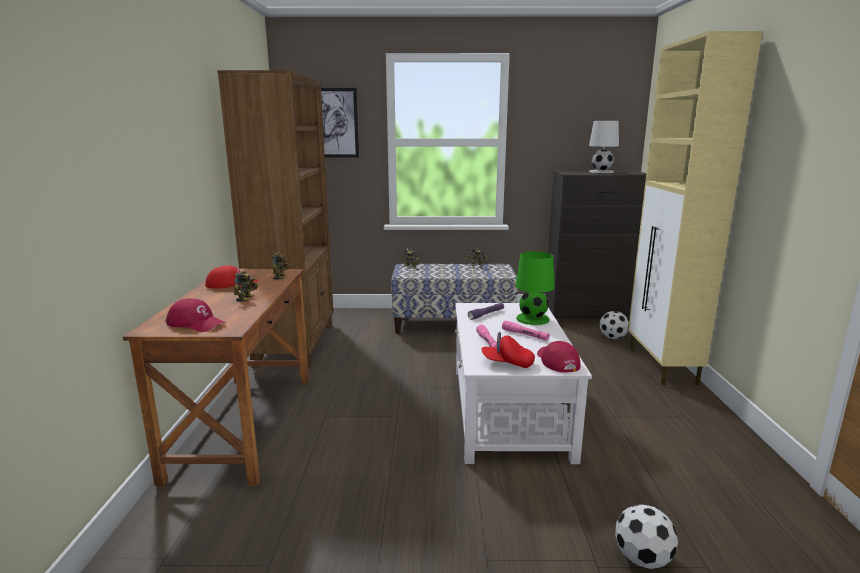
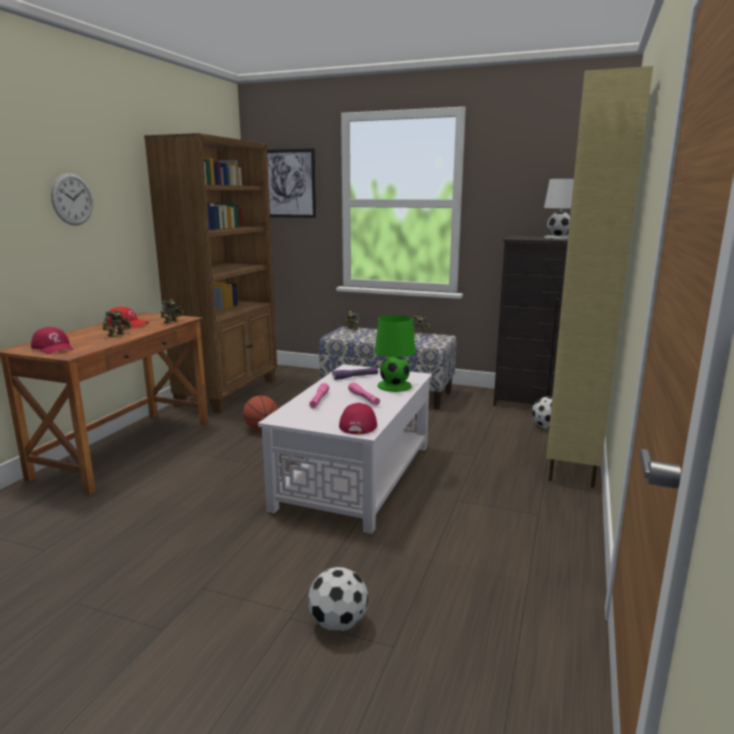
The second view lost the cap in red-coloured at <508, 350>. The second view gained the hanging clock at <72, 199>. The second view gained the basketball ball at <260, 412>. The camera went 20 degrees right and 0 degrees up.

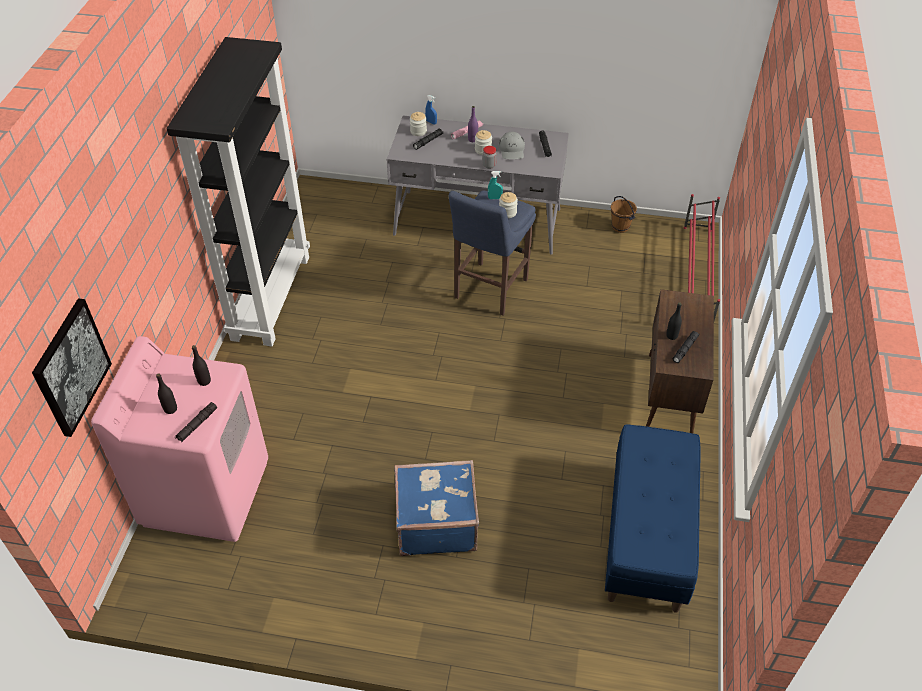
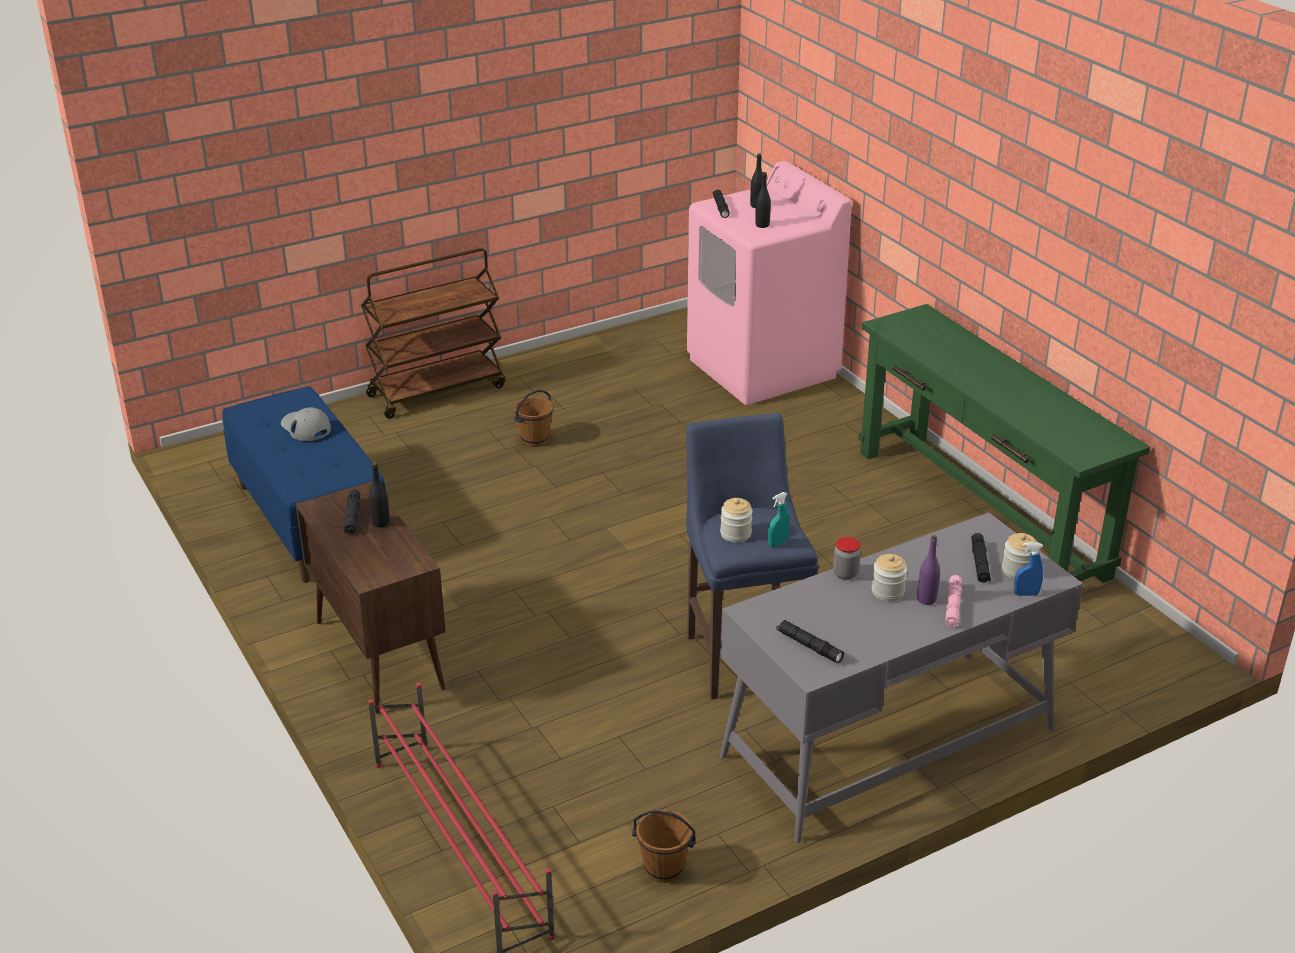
The second view lost the picture at <72, 367>. Where the shelving unit in black stood at <238, 191>, the hall table in greenish came to stand at <1004, 443>. Where the piece of luggage in blue-coloured stood at <436, 508>, the pail in brownish came to stand at <534, 418>. The cap in gray ended up elsewhere, having gone from <512, 145> to <306, 424>. The second view gained the trolley in brownish at <433, 333>. The camera went 140 degrees right and 15 degrees down.

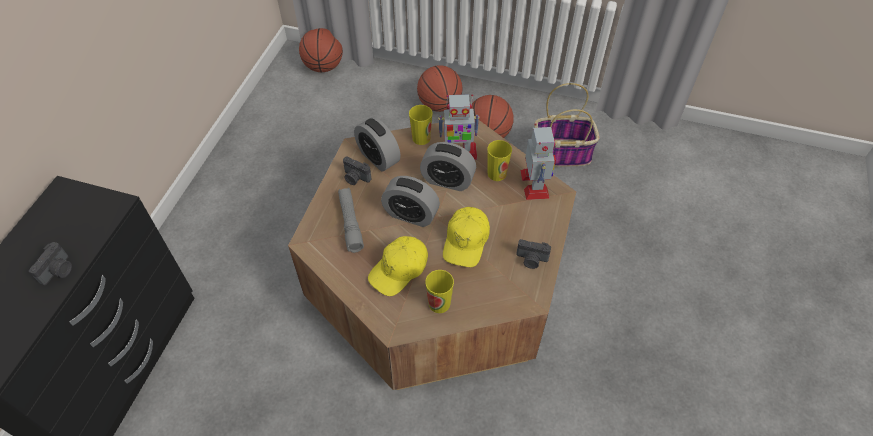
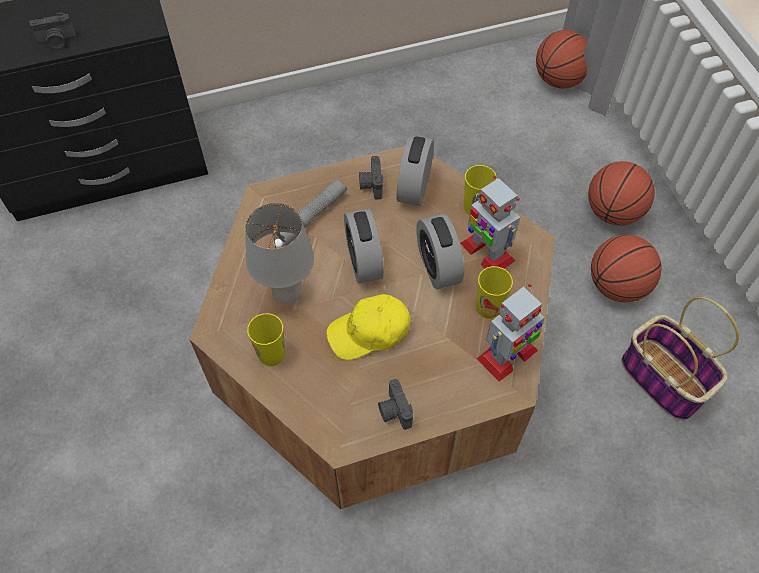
Where the cap in yellow stood at <398, 266>, the tabletop lamp in gray came to stand at <279, 253>. The camera went 55 degrees right and 5 degrees up.

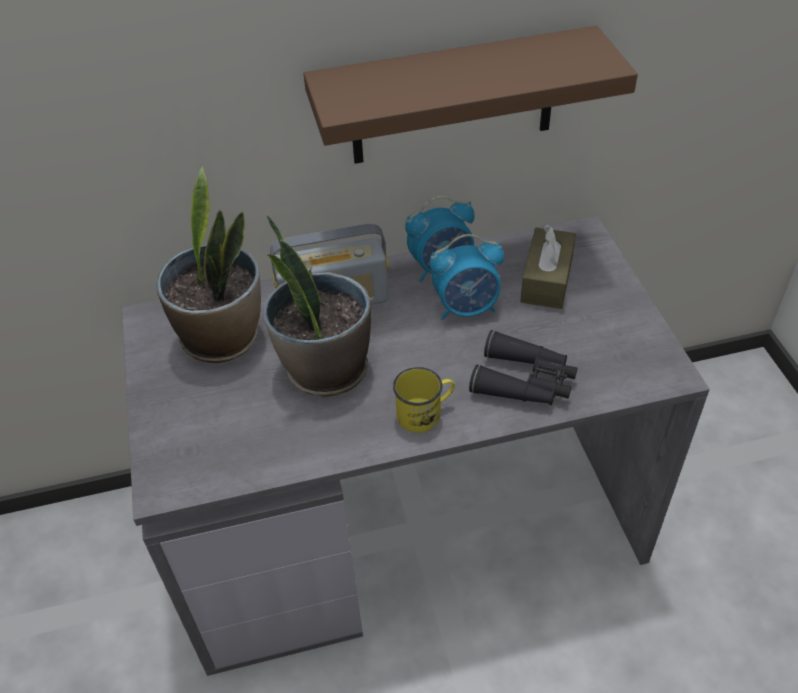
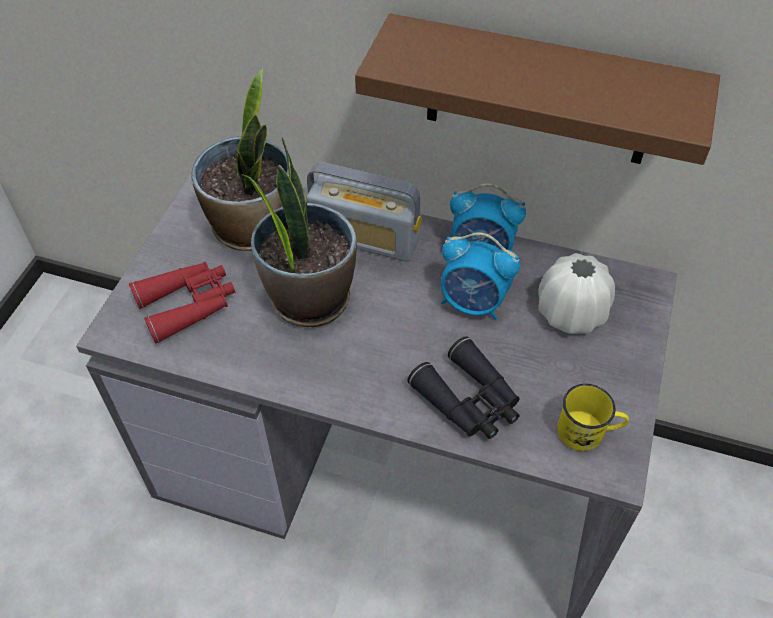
The mug in yellow ended up elsewhere, having gone from <424, 400> to <593, 417>. Where the box of tissues in brownish stood at <548, 267>, the flower vase in whitish came to stand at <576, 293>. The second view gained the binoculars in red-coloured at <182, 303>. The camera went 30 degrees right and 5 degrees up.

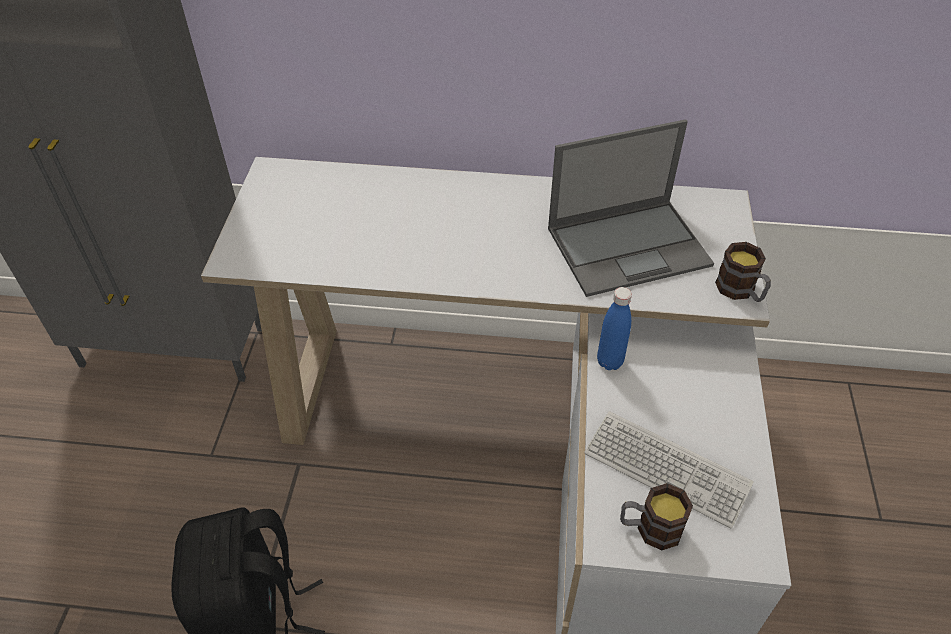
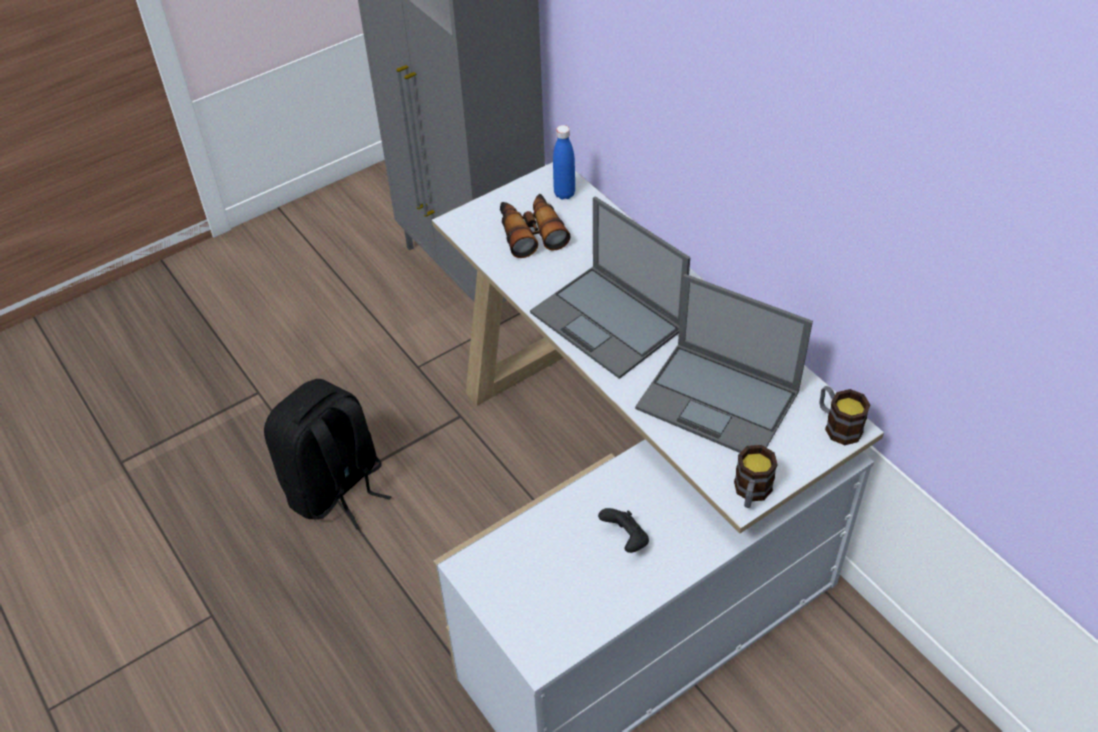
The second view lost the computer keyboard at <669, 469>. The drink bottle in blue-coloured ended up elsewhere, having gone from <614, 328> to <564, 162>. The mug ended up elsewhere, having gone from <656, 516> to <845, 415>. The second view gained the binoculars at <535, 226>. The second view gained the portable computer at <610, 287>. The second view gained the joypad in black at <623, 530>. The camera went 50 degrees right and 0 degrees up.

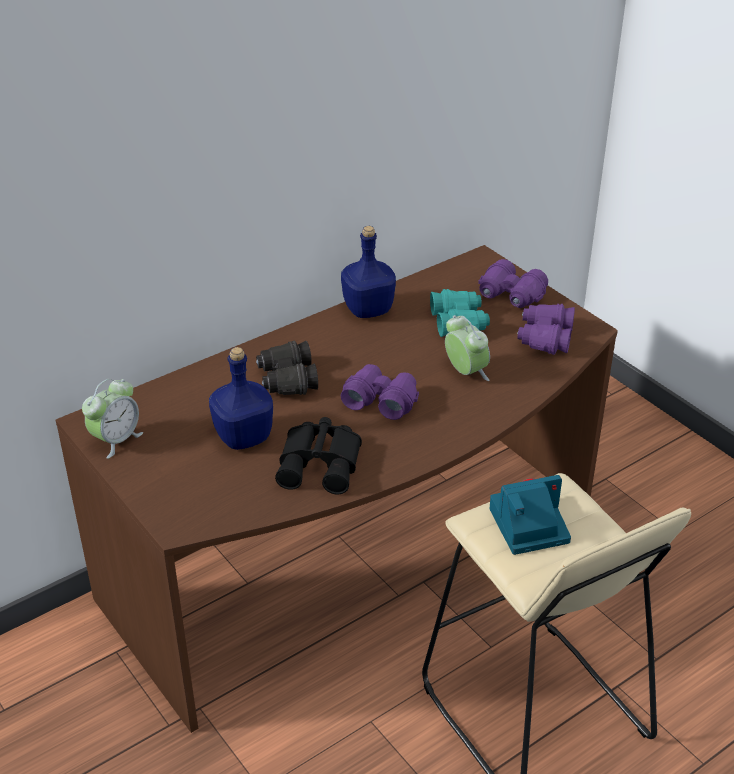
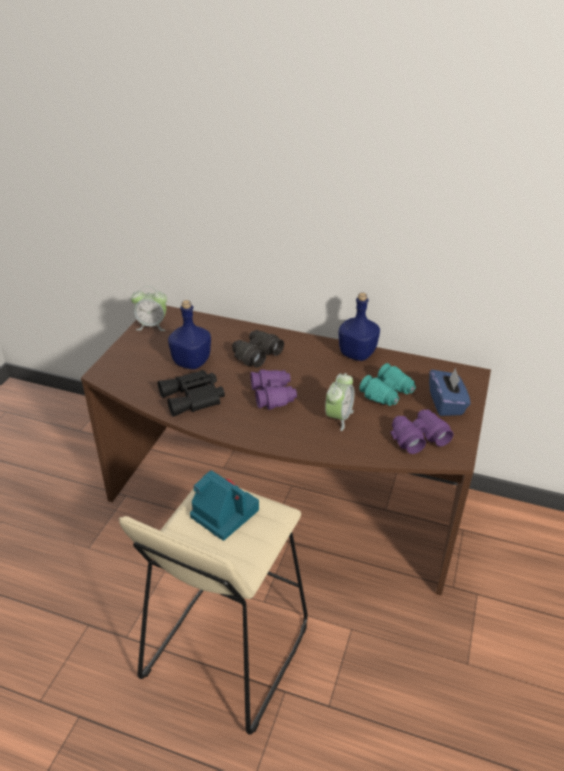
Where the binoculars in purplish stood at <513, 283>, the box of tissues in blue-coloured came to stand at <450, 392>. The camera went 55 degrees right and 0 degrees up.

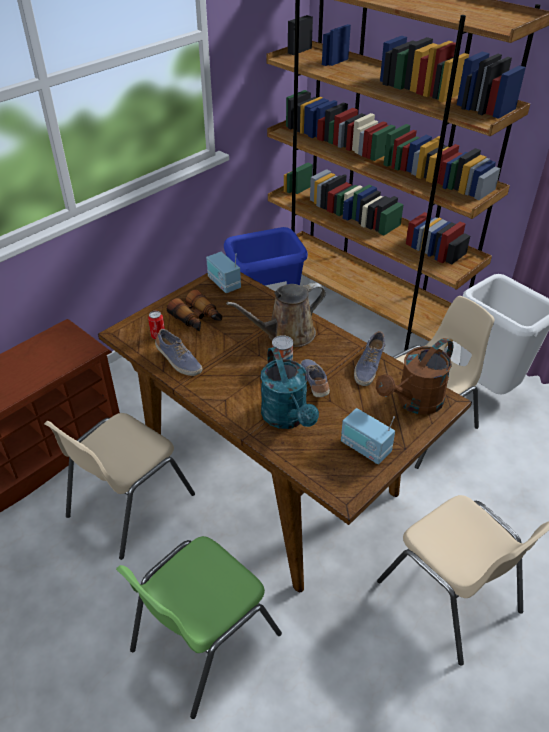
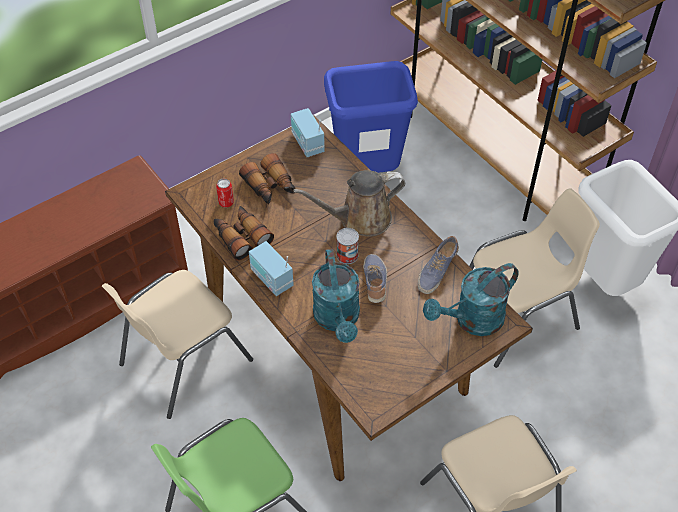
Where the item of footwear stood at <178, 352>, the binoculars came to stand at <244, 233>. The radio set ended up elsewhere, having gone from <368, 436> to <271, 268>. What was the watering can in brownish at <415, 376> turned into the watering can in turquoise-coloured at <471, 299>. The camera went 10 degrees right and 10 degrees up.

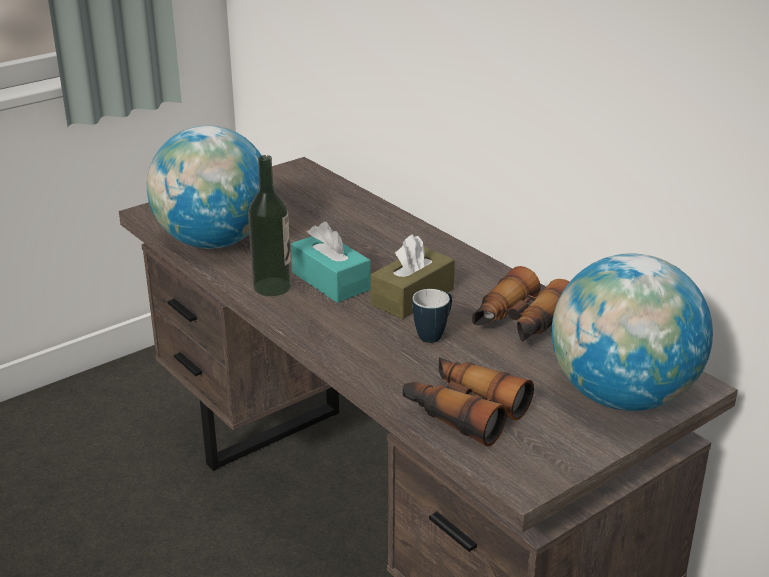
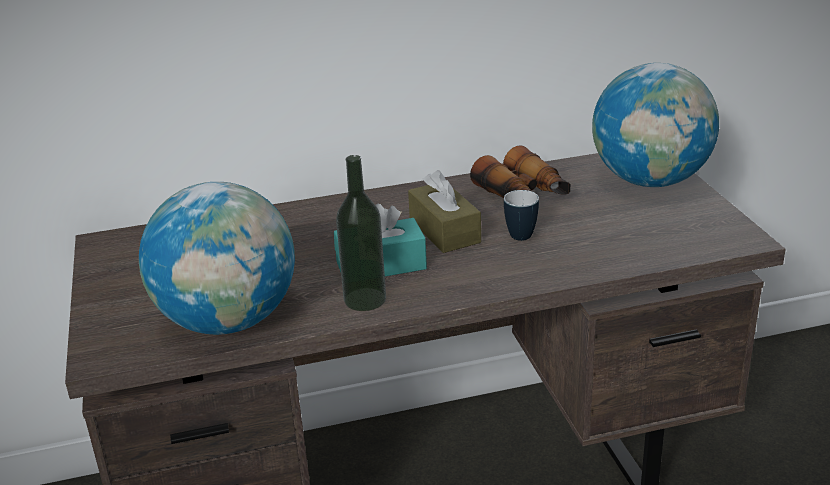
The second view lost the binoculars at <468, 402>. The camera went 65 degrees left and 0 degrees up.

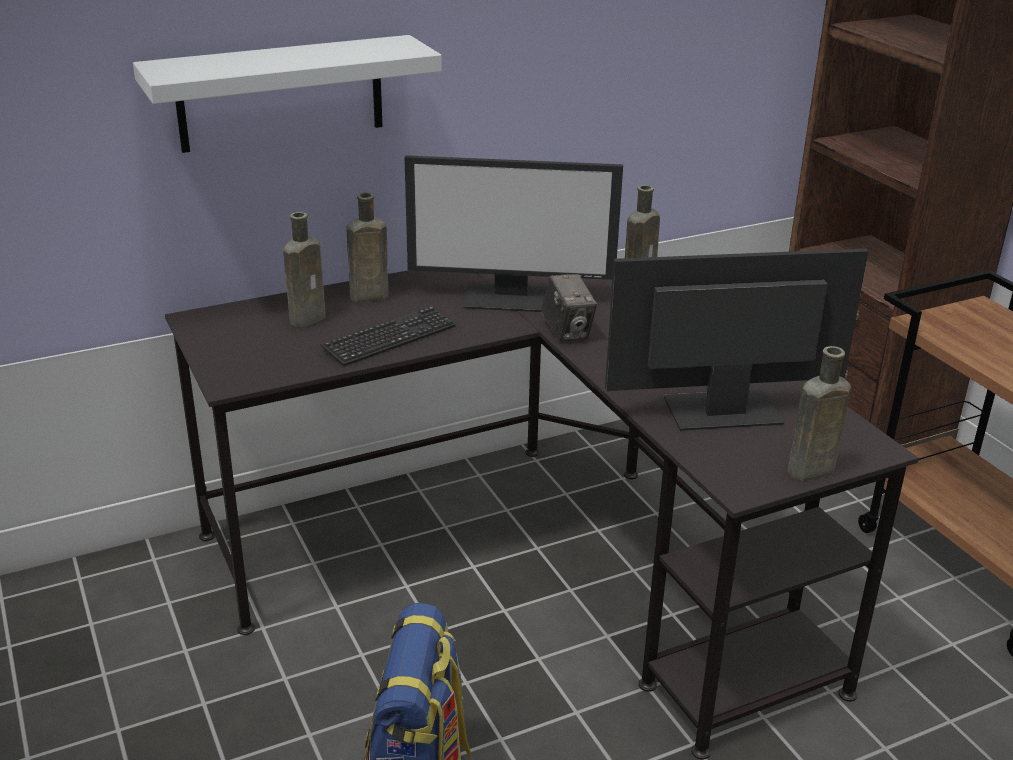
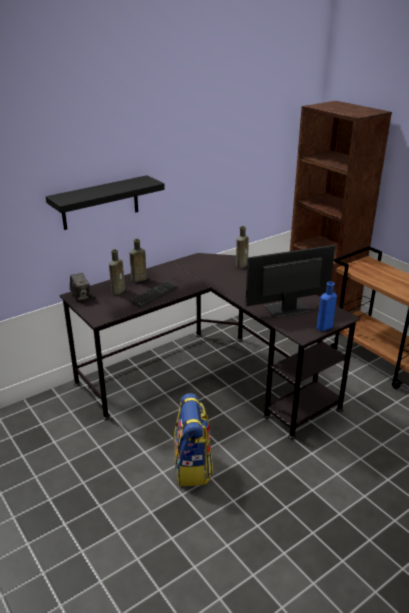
What was the wall shelf in whitish at <287, 94> turned into the wall shelf in black at <105, 202>. The second view lost the computer screen at <513, 233>. The photo camera ended up elsewhere, having gone from <569, 308> to <80, 287>. What was the drink bottle in brownish at <819, 413> turned into the drink bottle in blue-coloured at <327, 306>. The camera went 10 degrees left and 0 degrees up.

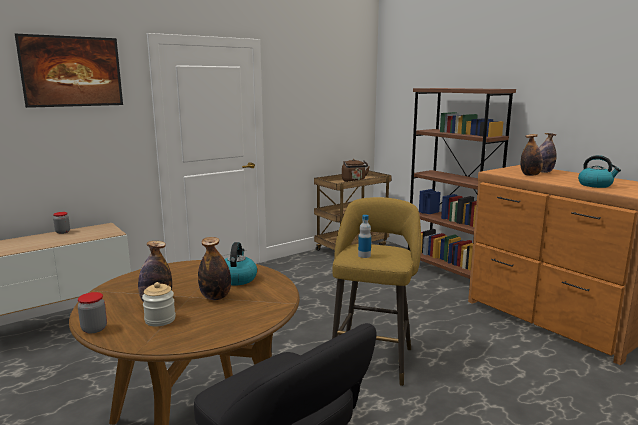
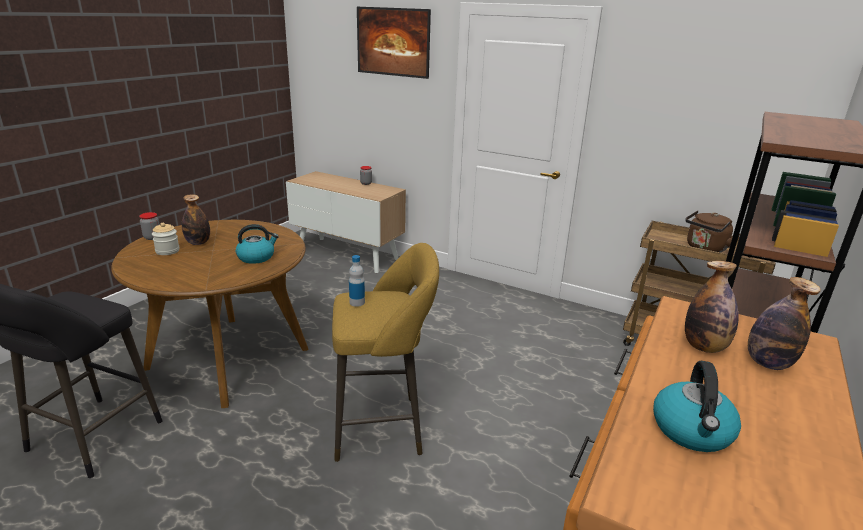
The second view lost the drink bottle at <214, 268>. The camera went 65 degrees right and 10 degrees up.

